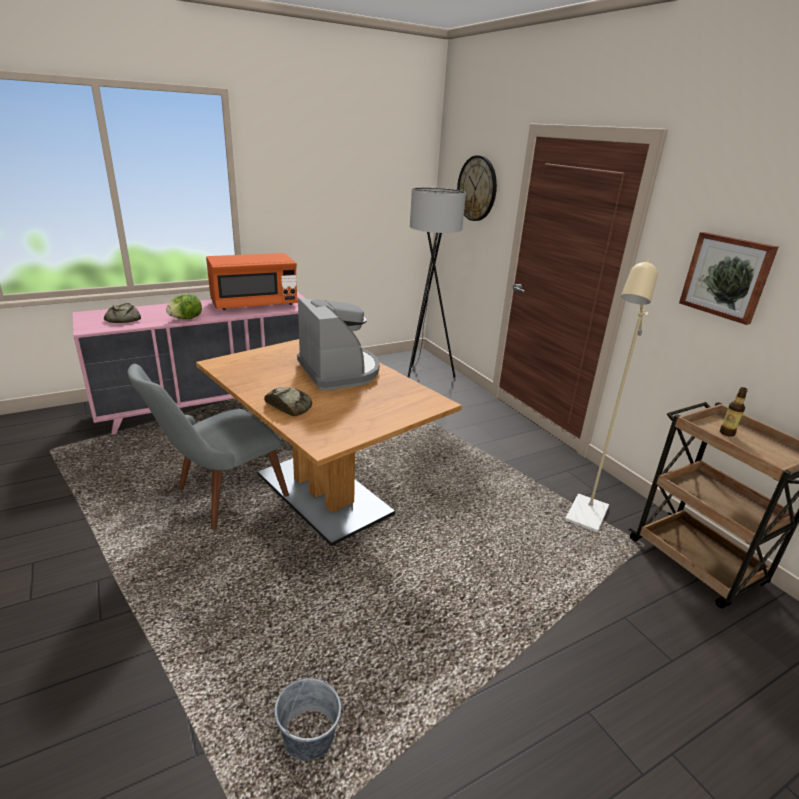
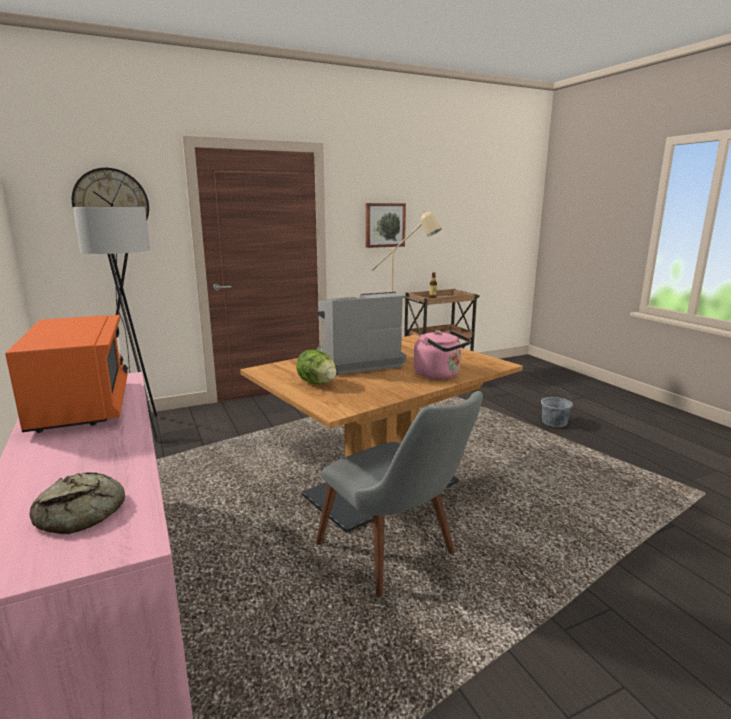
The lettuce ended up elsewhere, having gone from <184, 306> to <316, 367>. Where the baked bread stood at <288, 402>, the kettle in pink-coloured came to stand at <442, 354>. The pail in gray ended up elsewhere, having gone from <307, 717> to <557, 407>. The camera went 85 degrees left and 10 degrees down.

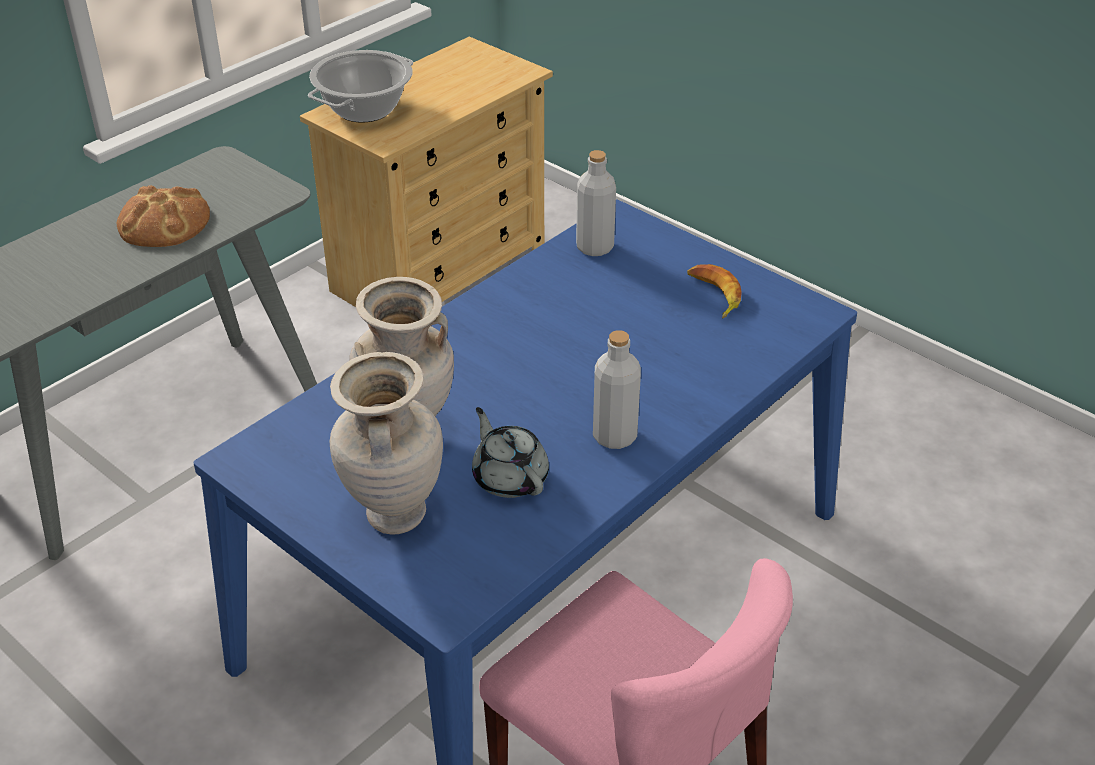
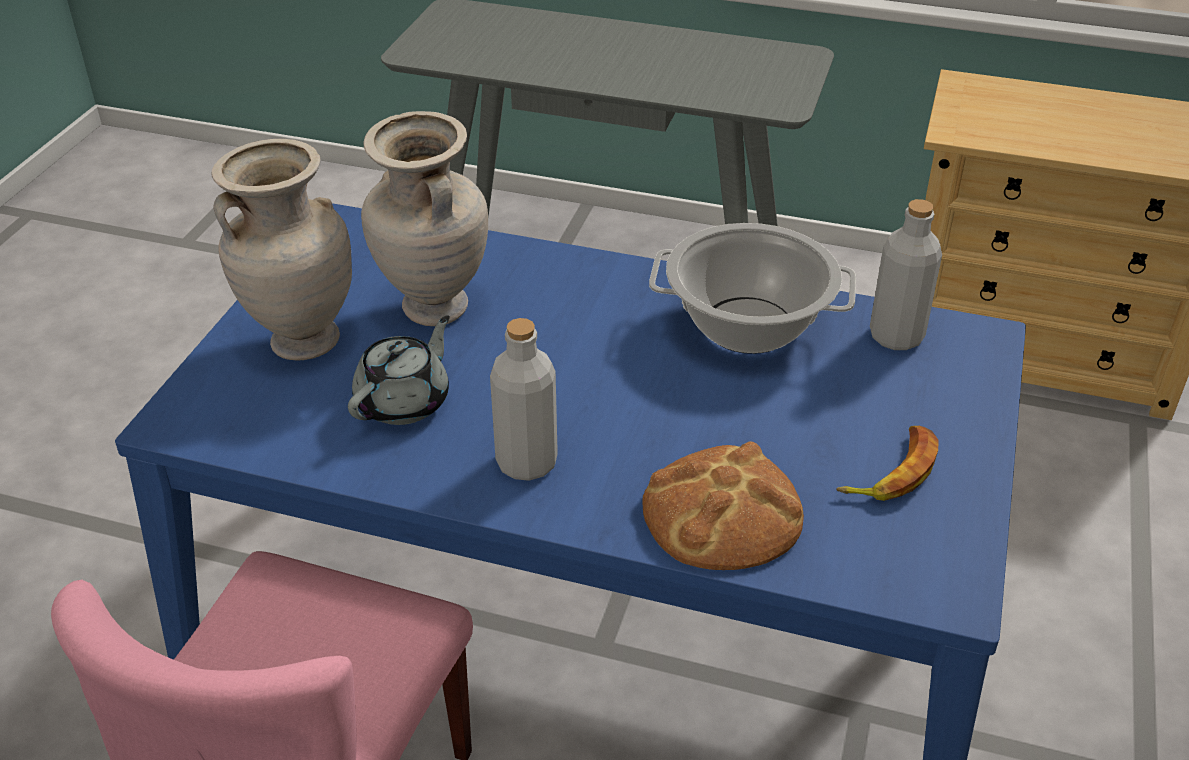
The baked bread ended up elsewhere, having gone from <163, 216> to <723, 505>. The stockpot ended up elsewhere, having gone from <360, 86> to <752, 288>. The camera went 65 degrees right and 0 degrees up.

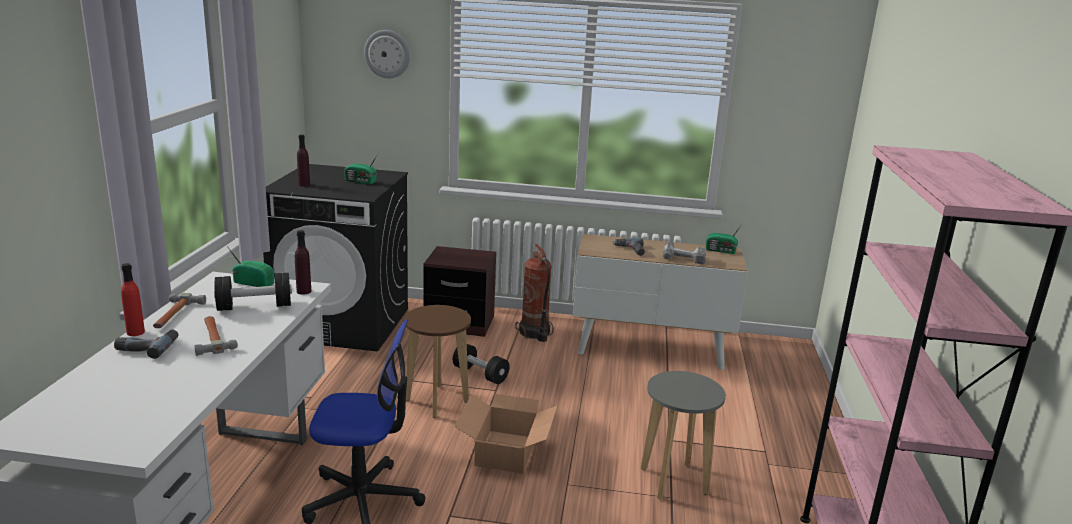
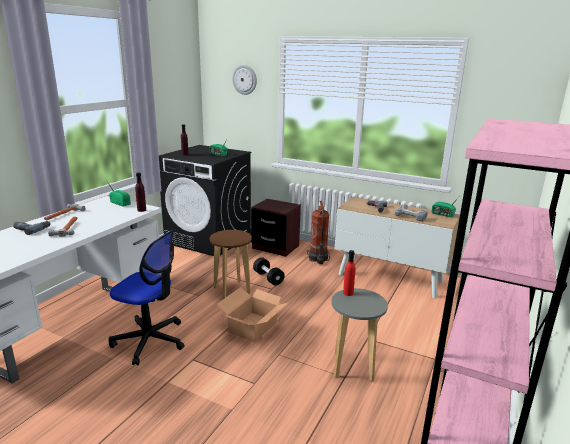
The drink bottle in red-coloured ended up elsewhere, having gone from <133, 299> to <349, 273>. The second view lost the free weight in black at <253, 292>. The camera went 20 degrees right and 0 degrees up.

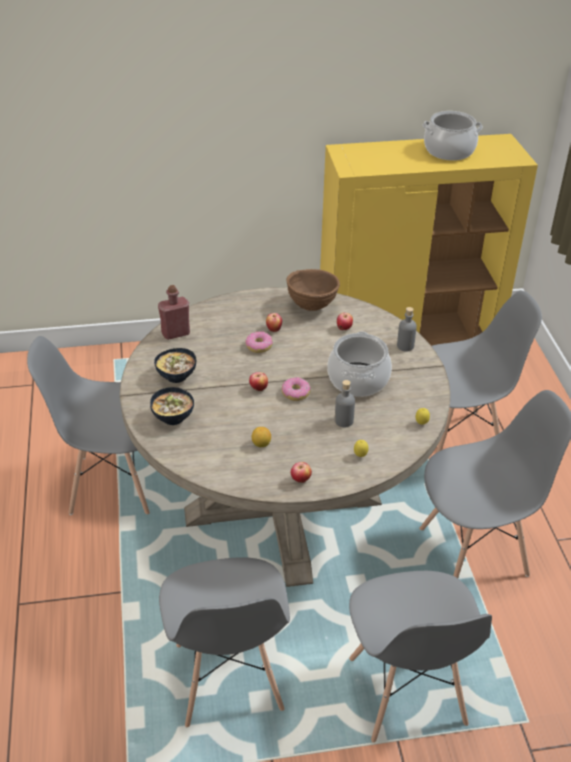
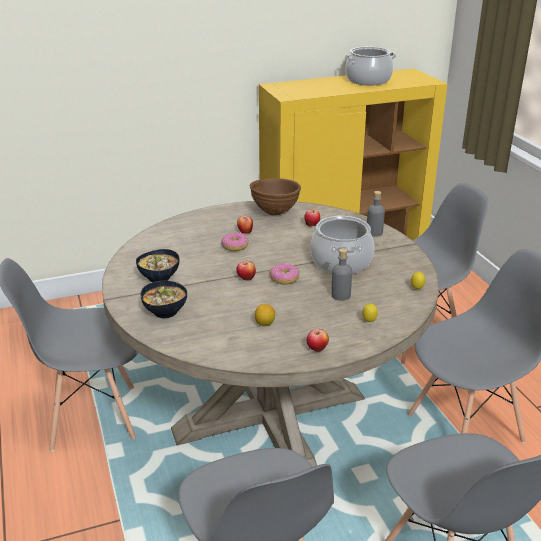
The second view lost the drink bottle in red-coloured at <174, 312>. The camera went 10 degrees left and 10 degrees down.

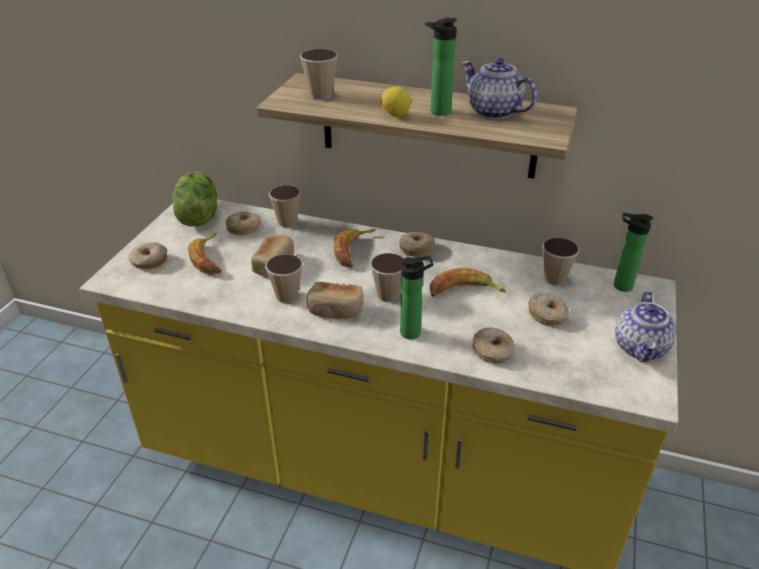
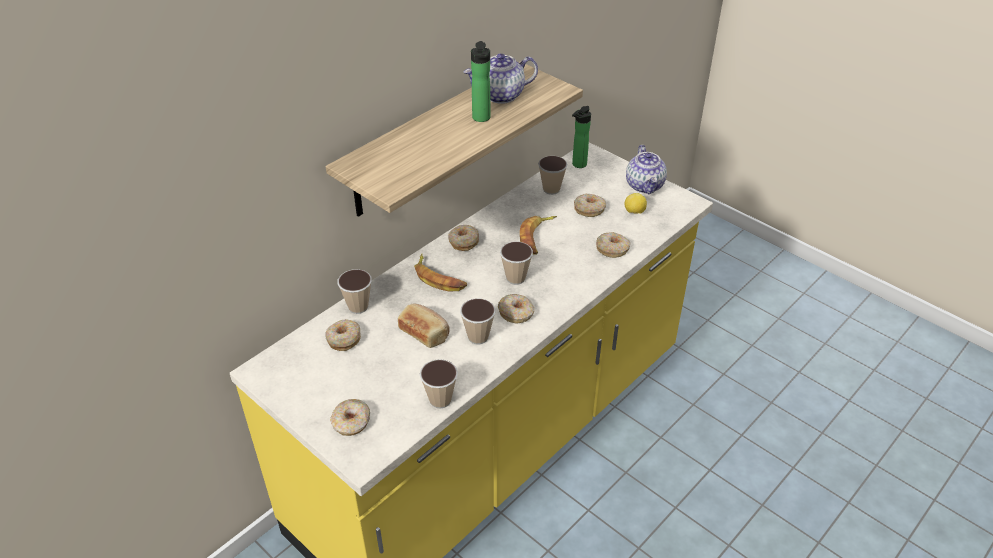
The second view lost the lettuce at <195, 199>. The second view lost the banana at <204, 254>. The small cup ended up elsewhere, having gone from <319, 74> to <439, 384>. Where the baked bread stood at <335, 300>, the ring doughnut came to stand at <516, 309>. The citrus fruit ended up elsewhere, having gone from <396, 101> to <636, 203>. The second view lost the drink bottle at <416, 297>. The teapot at <645, 326> ended up facing another way, 45 degrees clockwise from before. The camera went 65 degrees left and 5 degrees up.

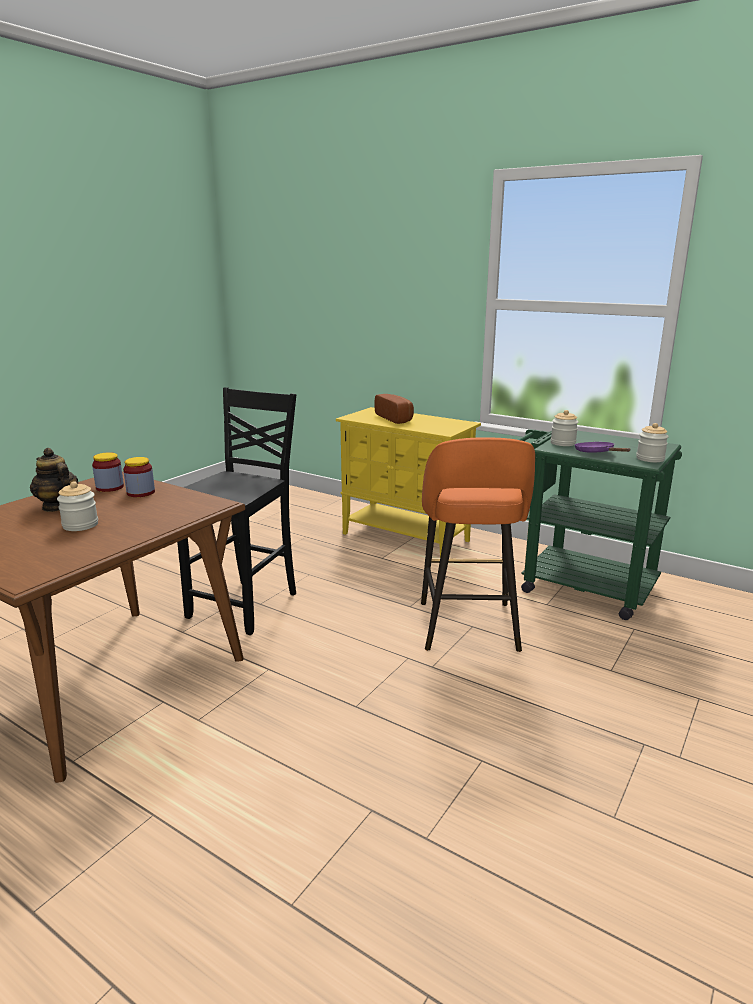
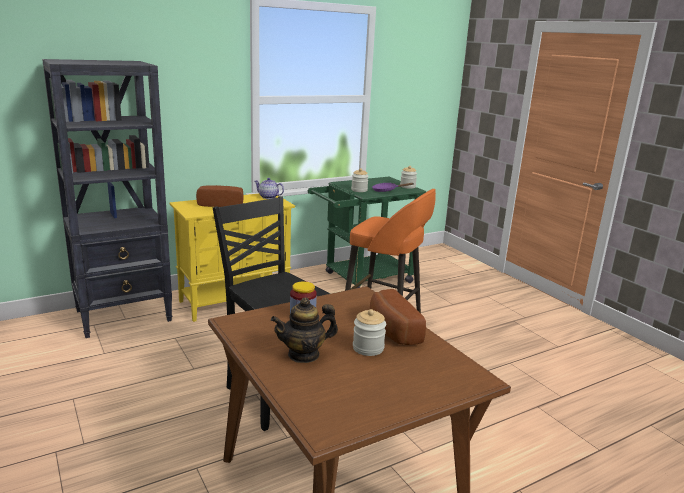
The second view lost the jar at <108, 472>. The second view gained the shelving unit in black at <107, 198>. The second view gained the teapot at <269, 188>. The second view gained the baked bread at <398, 317>. The camera went 65 degrees left and 0 degrees up.

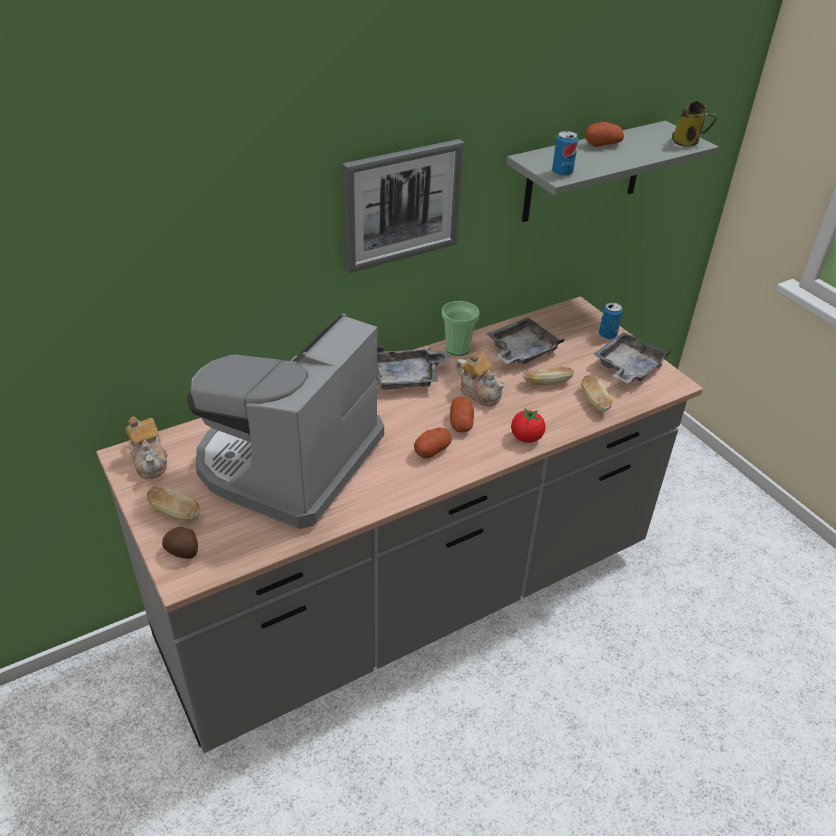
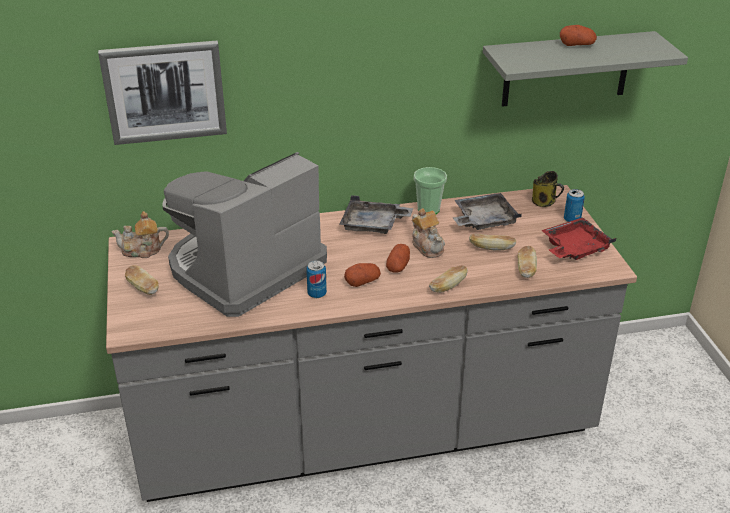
The teapot at <146, 447> ended up facing another way, 90 degrees clockwise from before. The second view lost the whole potato at <180, 543>. The picture ended up elsewhere, having gone from <403, 206> to <162, 92>. Where the whole tomato stood at <528, 425>, the baked bread came to stand at <448, 279>. The can ended up elsewhere, having gone from <565, 153> to <316, 279>. What was the tray in gray at <632, 357> turned into the tray in red-coloured at <578, 238>. The mug ended up elsewhere, having gone from <694, 124> to <548, 189>. The camera went 20 degrees right and 5 degrees down.

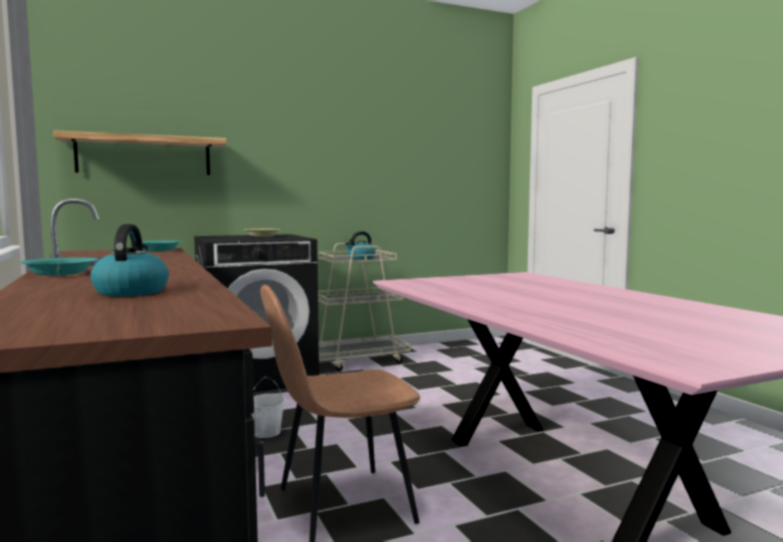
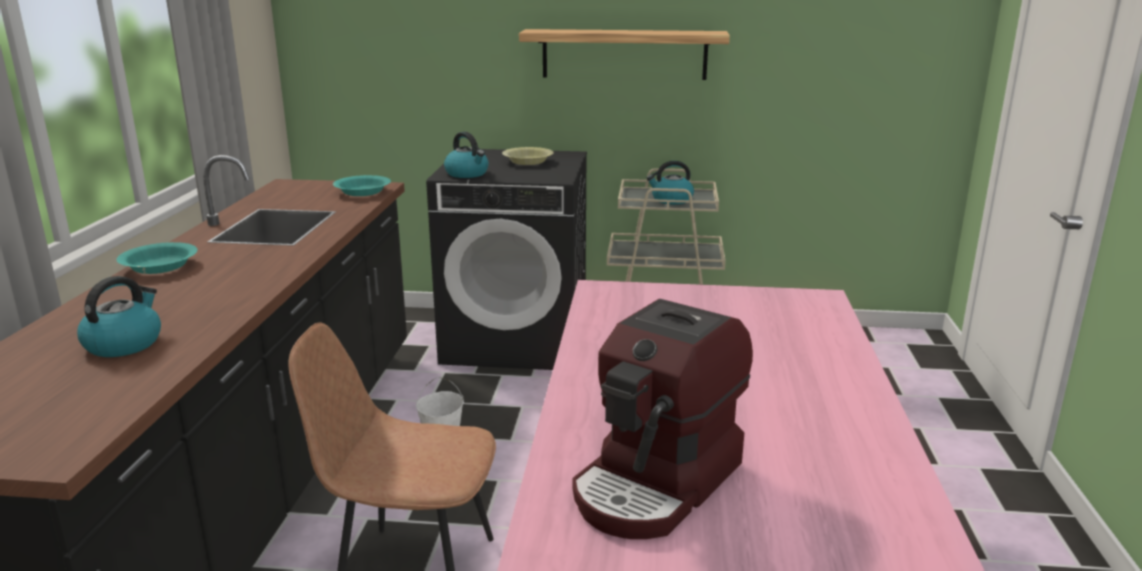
The wall shelf ended up elsewhere, having gone from <139, 152> to <624, 54>. The second view gained the kettle at <466, 155>. The second view gained the coffee machine at <662, 419>. The camera went 30 degrees right and 15 degrees up.

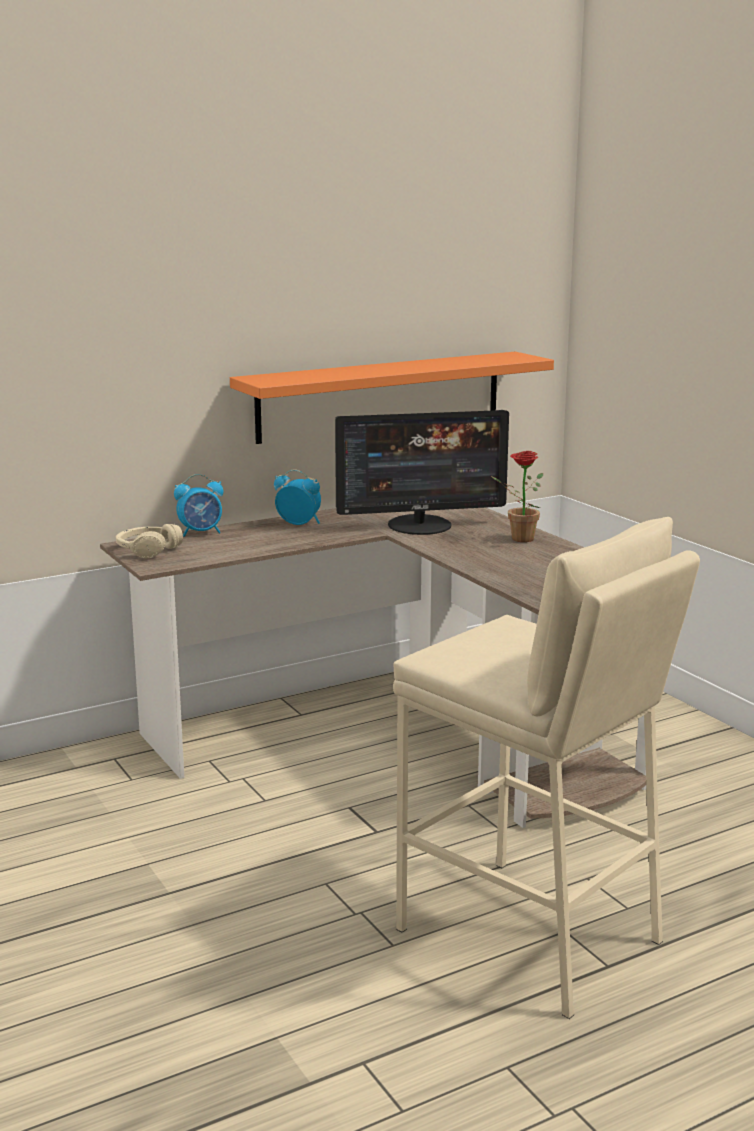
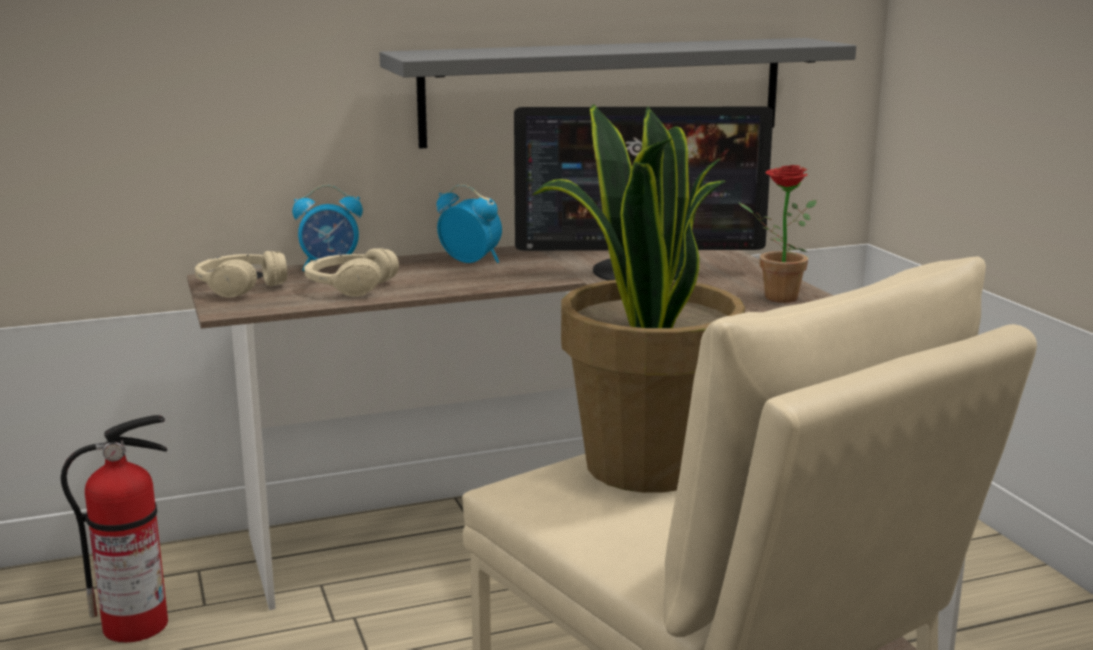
What was the wall shelf in orange-coloured at <392, 398> turned into the wall shelf in gray at <618, 93>. The second view gained the extinguisher at <114, 528>. The second view gained the headset in beige at <351, 272>. The second view gained the houseplant at <638, 298>. The camera went 10 degrees right and 0 degrees up.

